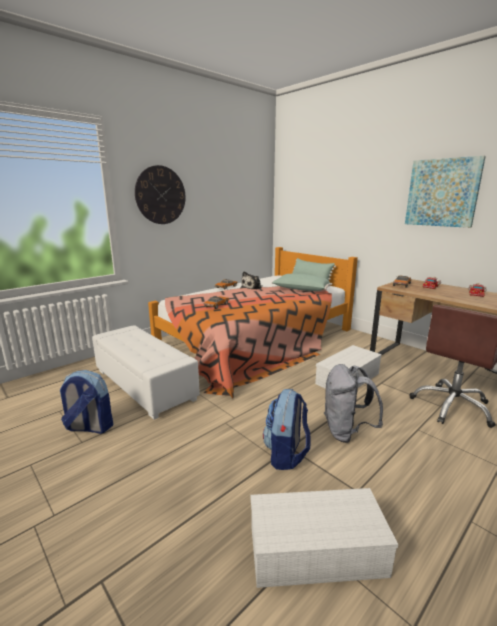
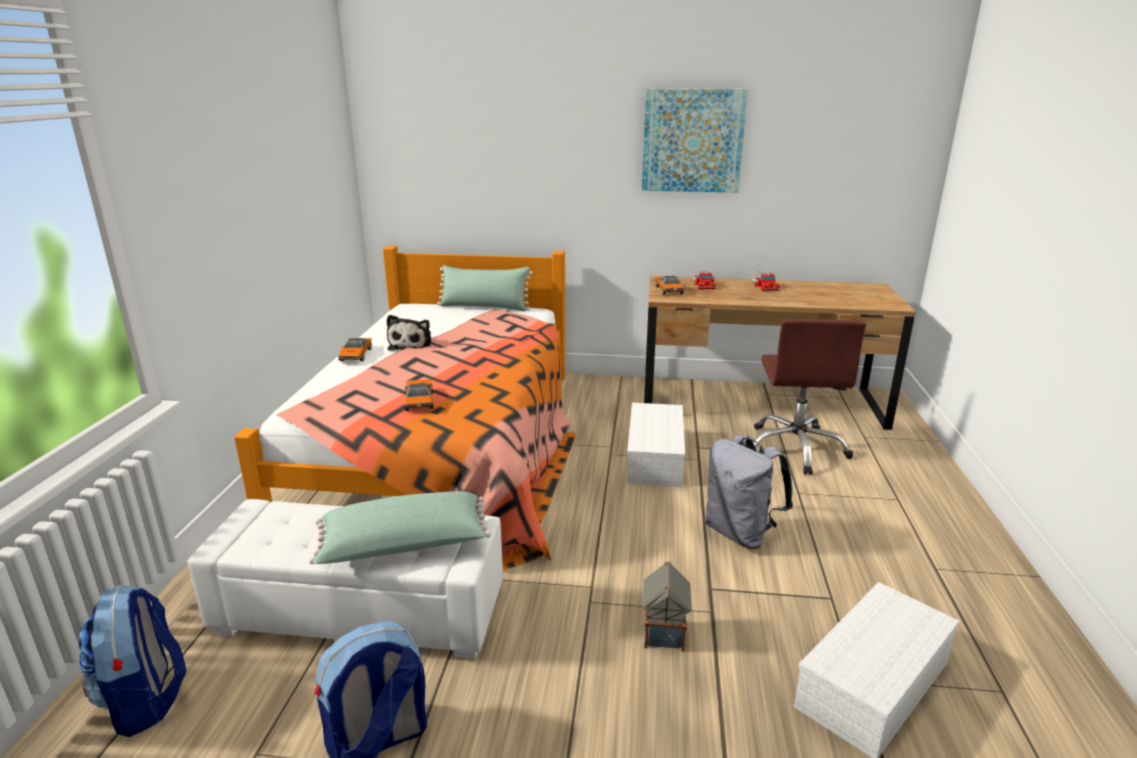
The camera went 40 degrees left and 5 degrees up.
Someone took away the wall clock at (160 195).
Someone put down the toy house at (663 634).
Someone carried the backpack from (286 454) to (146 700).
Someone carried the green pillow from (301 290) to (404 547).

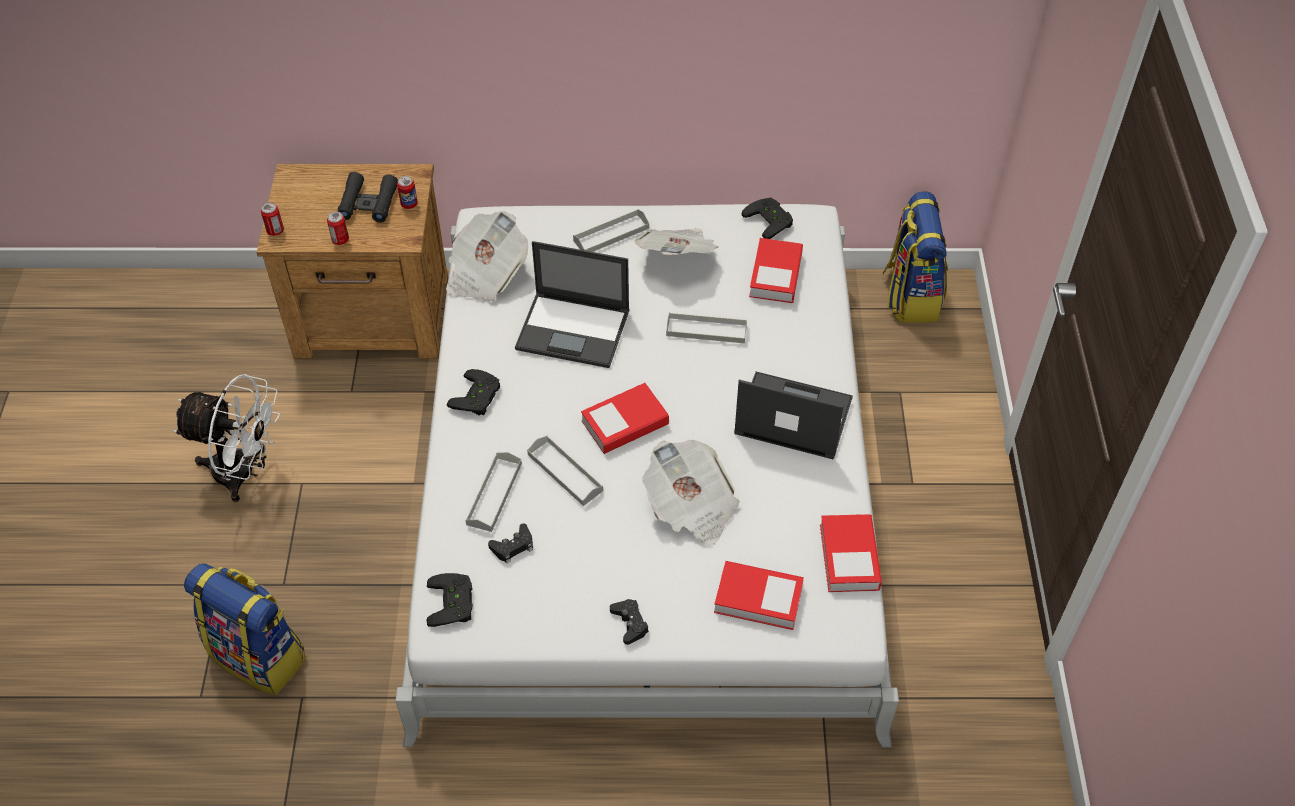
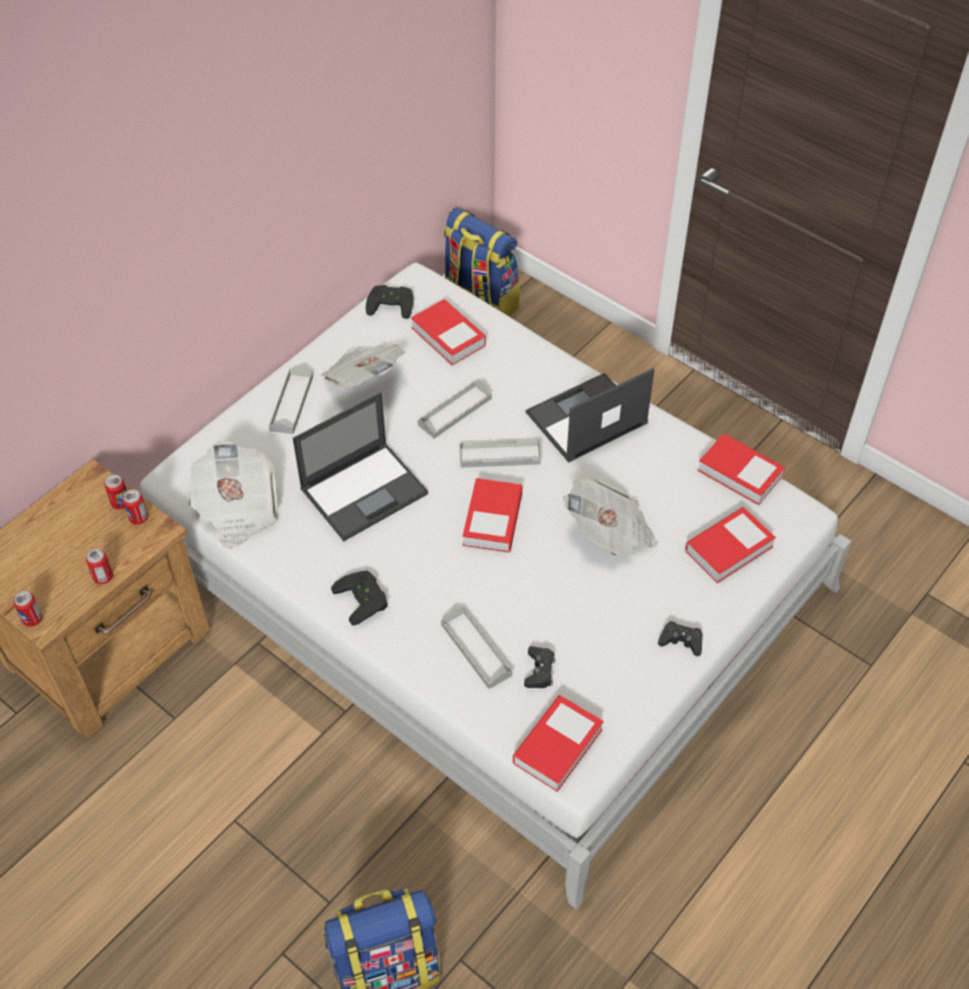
The camera went 50 degrees left and 0 degrees up.
Someone took away the white fan at (244 473).
Someone took away the black binoculars at (368 203).
Someone put down the can at (139 518).
Someone carried the grey tray from (565 472) to (499 456).
Someone swapped the black game controller at (454 603) for the book at (557 746).

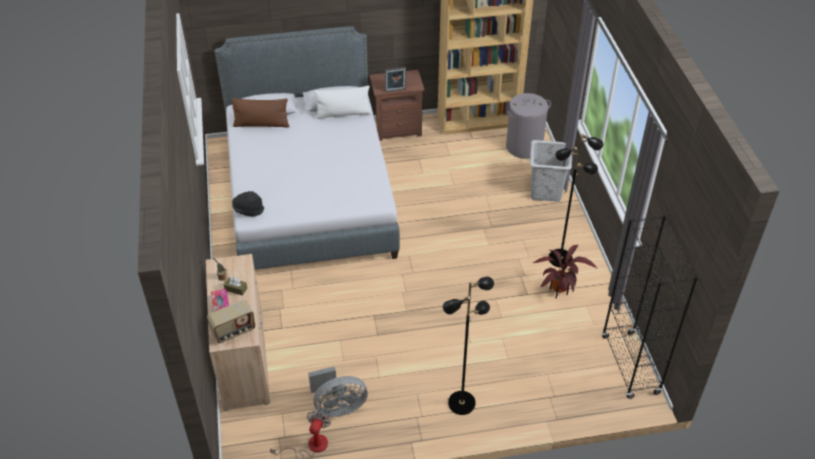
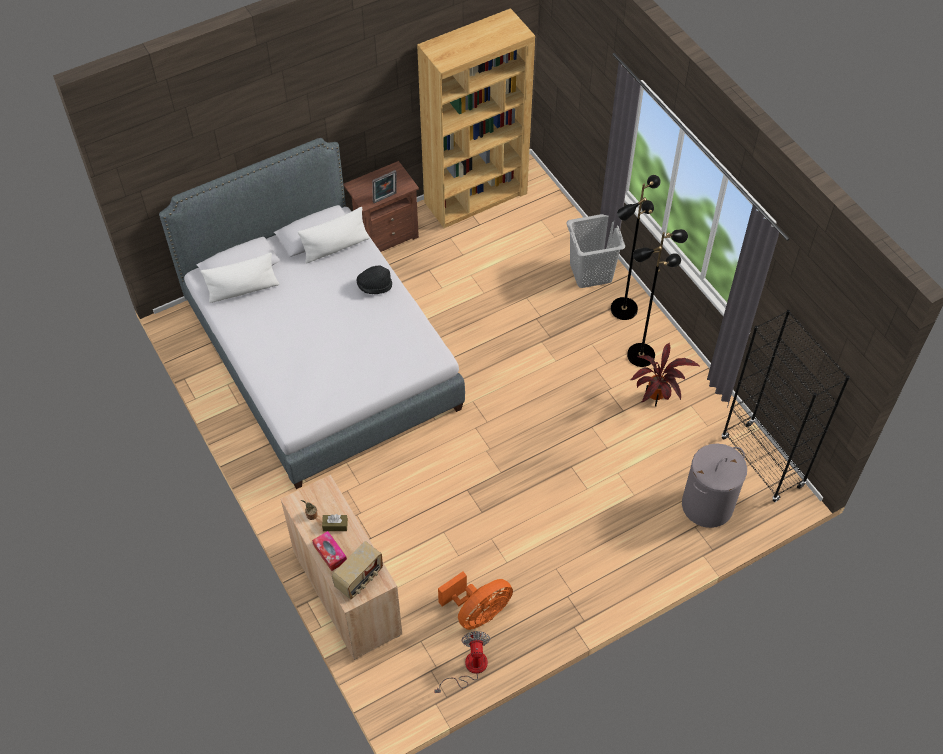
The camera went 20 degrees left and 10 degrees up.
Someone carried the black hat from (248 210) to (374 286).
Someone carried the black floor lamp from (461 402) to (623 308).
Someone carried the grey laundry basket from (524 147) to (707 505).
Someone repainted the brown pillow at (261 124), which became the white pillow at (243 290).
Someone repainted the grey fan at (338 406), which became the orange fan at (478 612).

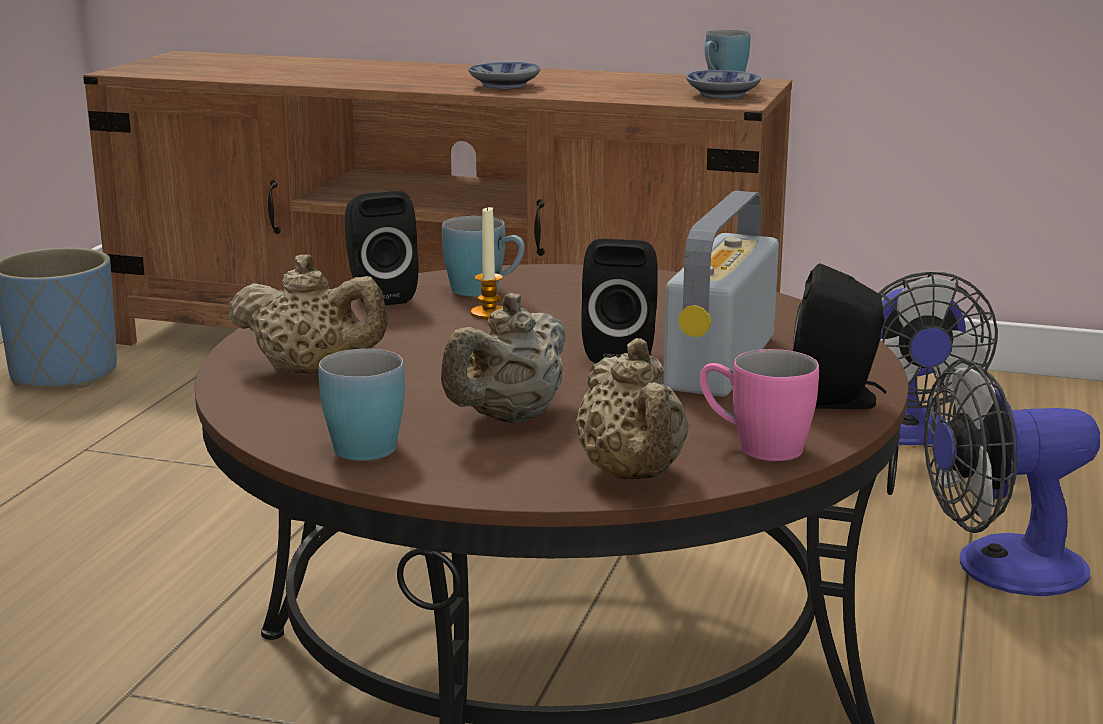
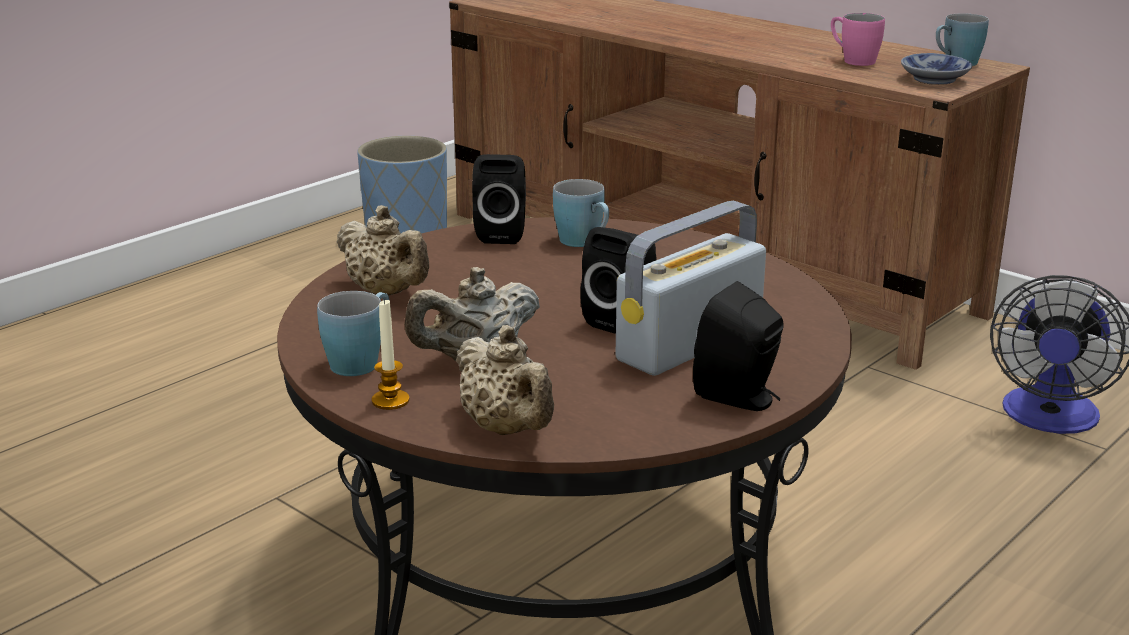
The camera went 25 degrees right and 5 degrees up.
Someone took away the bowl at (505 85).
Someone took away the fan at (999 568).
Someone carried the candle from (489 313) to (390 400).
Someone carried the pink mug from (754 446) to (852 60).
Someone rotated the beige teapot at (633 475) by 45 degrees counterclockwise.

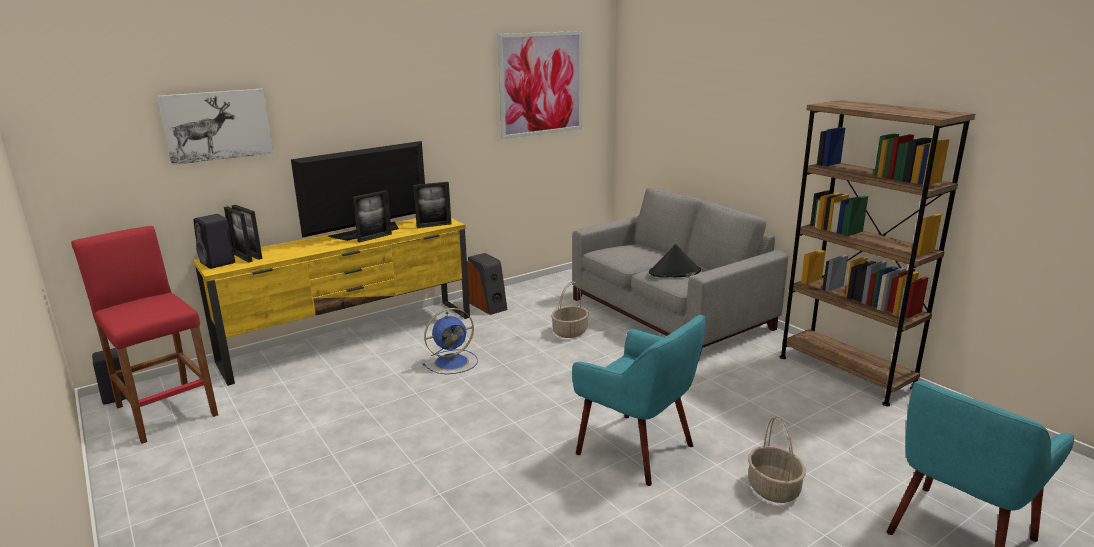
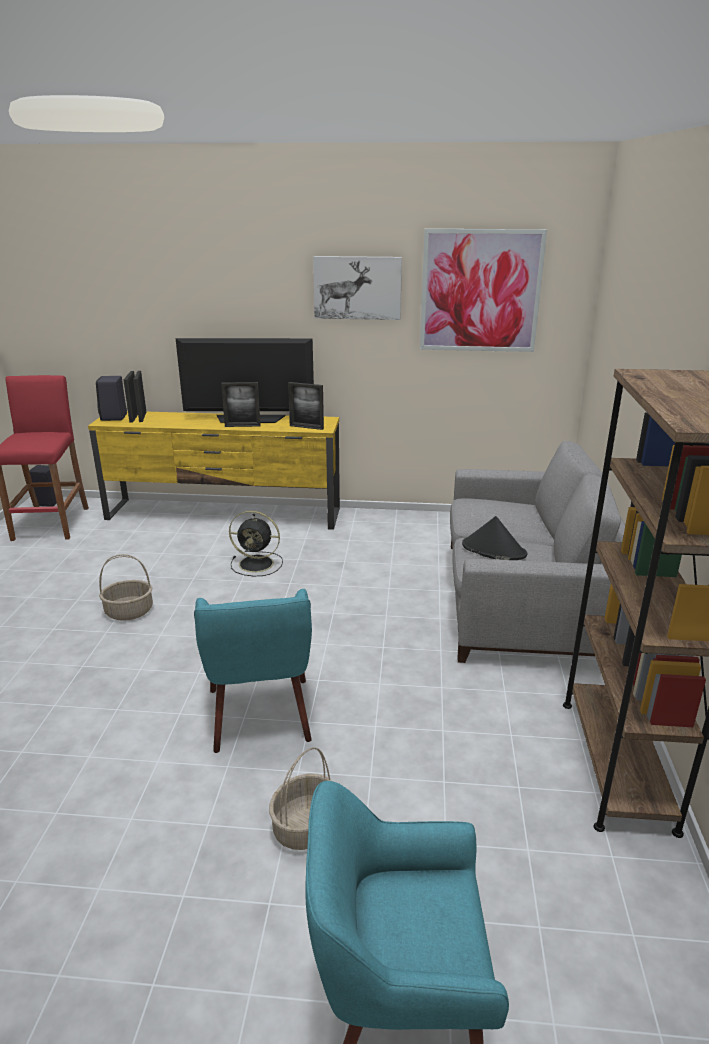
The camera went 40 degrees right and 5 degrees up.
Someone took away the speaker at (488 305).
Someone carried the picture from (217 125) to (357 287).
Someone carried the basket from (570 332) to (129 611).
Someone repainted the blue fan at (453 362), which became the black fan at (258 564).

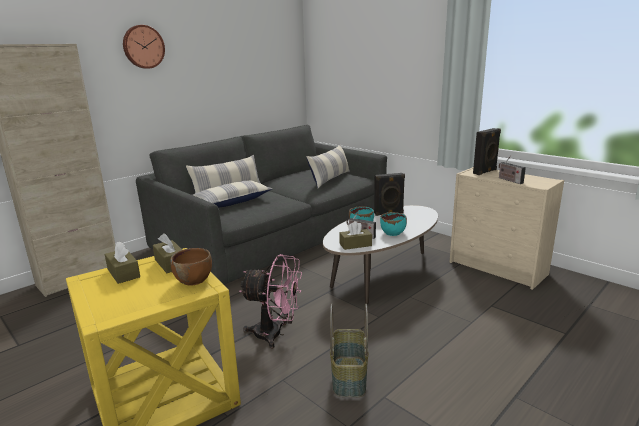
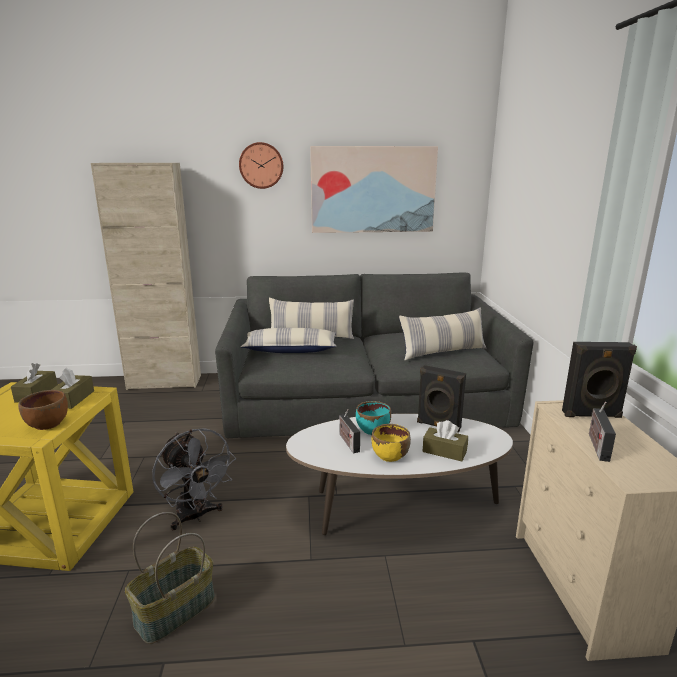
The camera went 40 degrees right and 0 degrees up.
Someone put up the picture at (373 189).
Someone carried the brown tissue box from (355 245) to (444 451).
Someone repainted the pink fan at (275 334), which became the grey fan at (196 516).
Someone repainted the turquoise bowl at (393 233), which became the yellow bowl at (390 456).

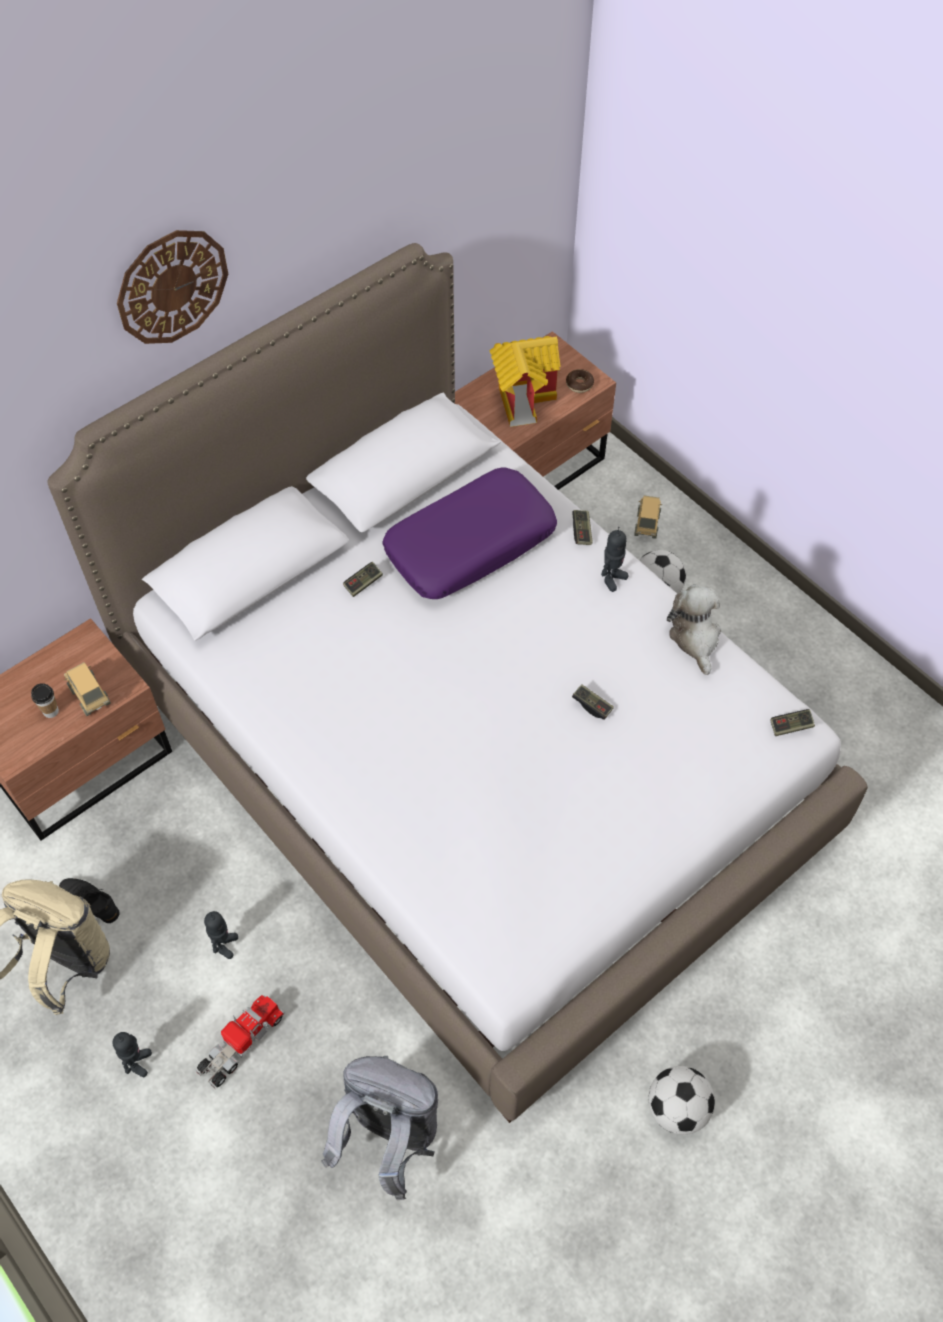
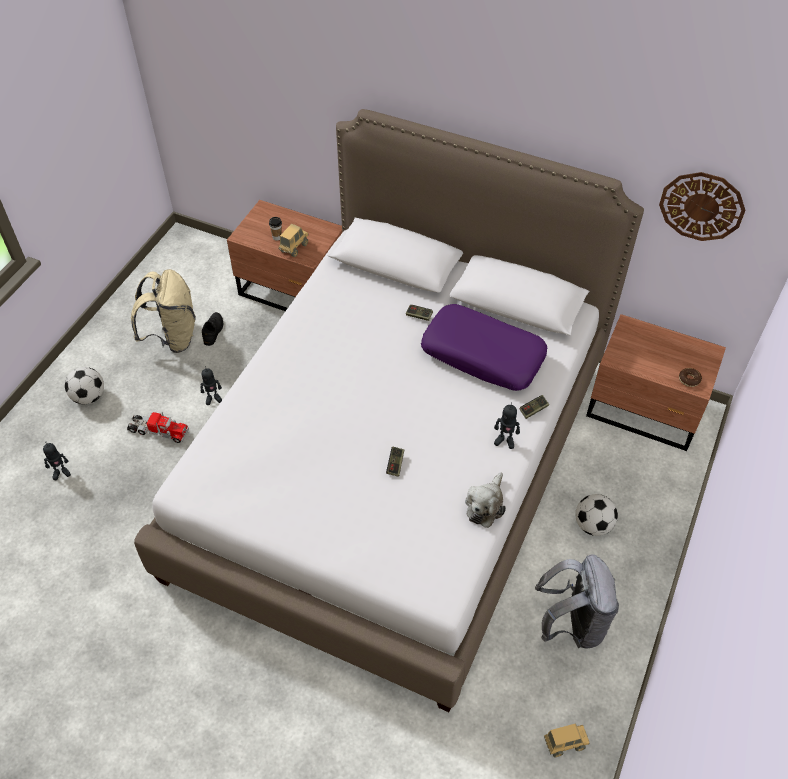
The camera went 65 degrees right and 5 degrees down.
Someone took away the toy house at (523 398).
Someone took away the game controller at (791 726).
Someone carried the toy robot from (137 1062) to (61 472).
Someone carried the wall clock from (172 286) to (701 206).
Someone carried the grey backpack from (388 1138) to (572 623).
Someone carried the toy truck from (646 526) to (564 743).
Someone carried the football from (677 1109) to (89 397).
Someone rotated the plush toy at (695 638) by 150 degrees clockwise.

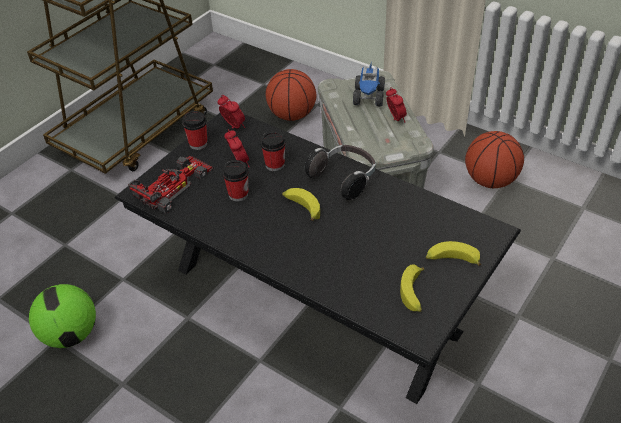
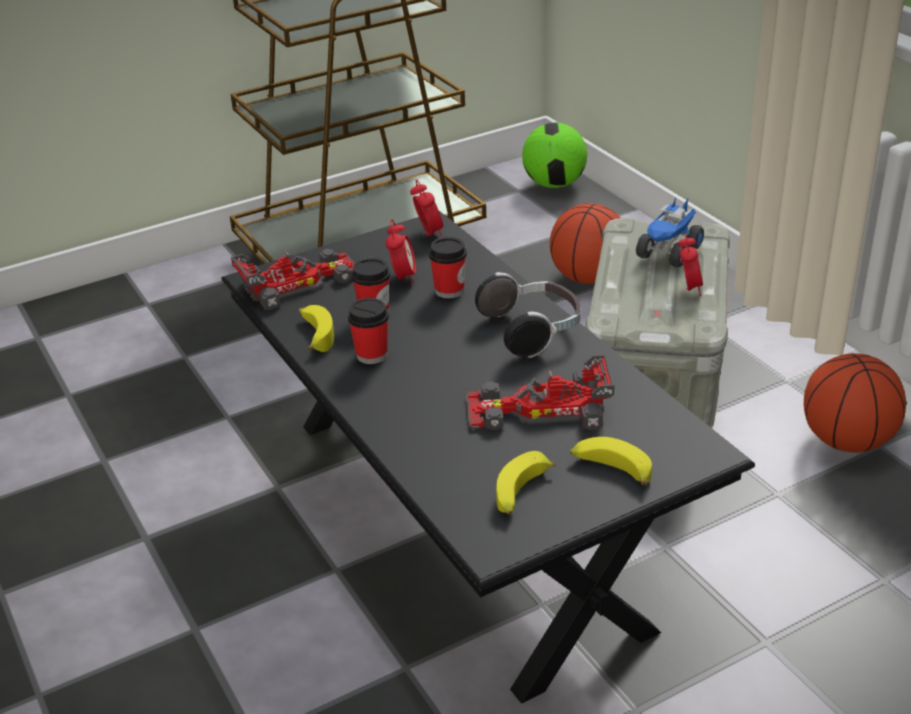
The camera went 25 degrees right and 10 degrees down.
Someone put down the toy car at (539 409).
Someone carried the football from (71 334) to (554 184).
Someone carried the cup from (198 144) to (371 355).
Someone carried the banana from (301 207) to (315 334).

